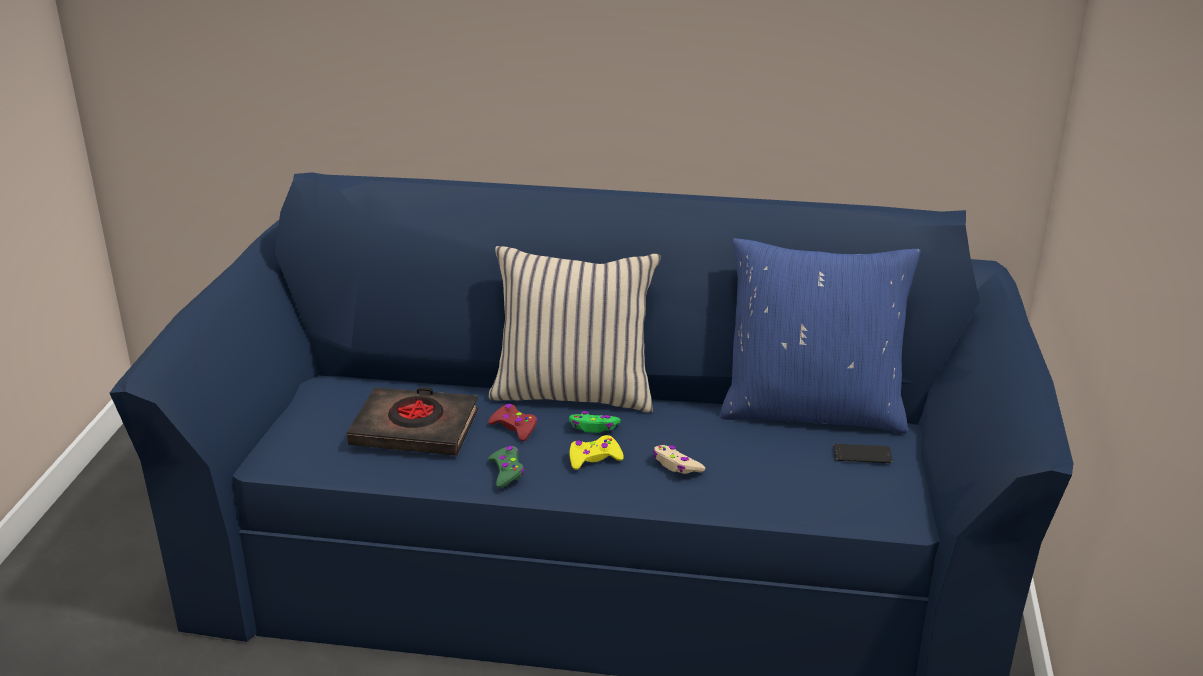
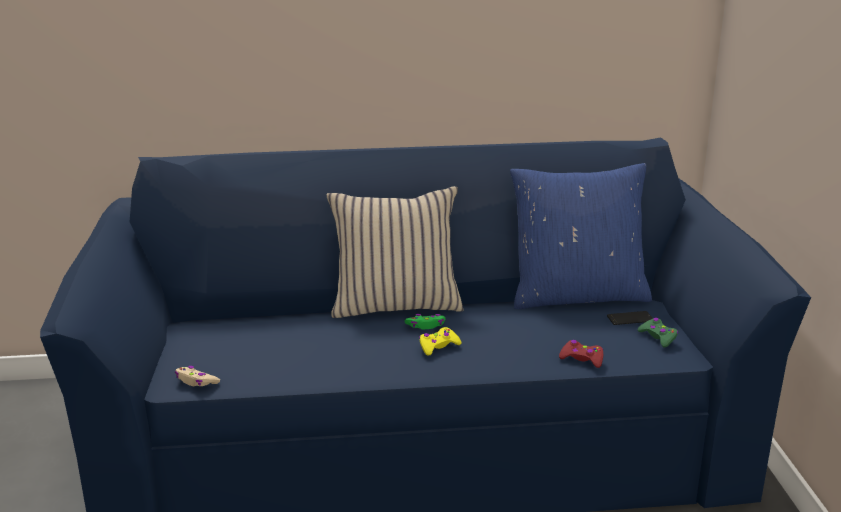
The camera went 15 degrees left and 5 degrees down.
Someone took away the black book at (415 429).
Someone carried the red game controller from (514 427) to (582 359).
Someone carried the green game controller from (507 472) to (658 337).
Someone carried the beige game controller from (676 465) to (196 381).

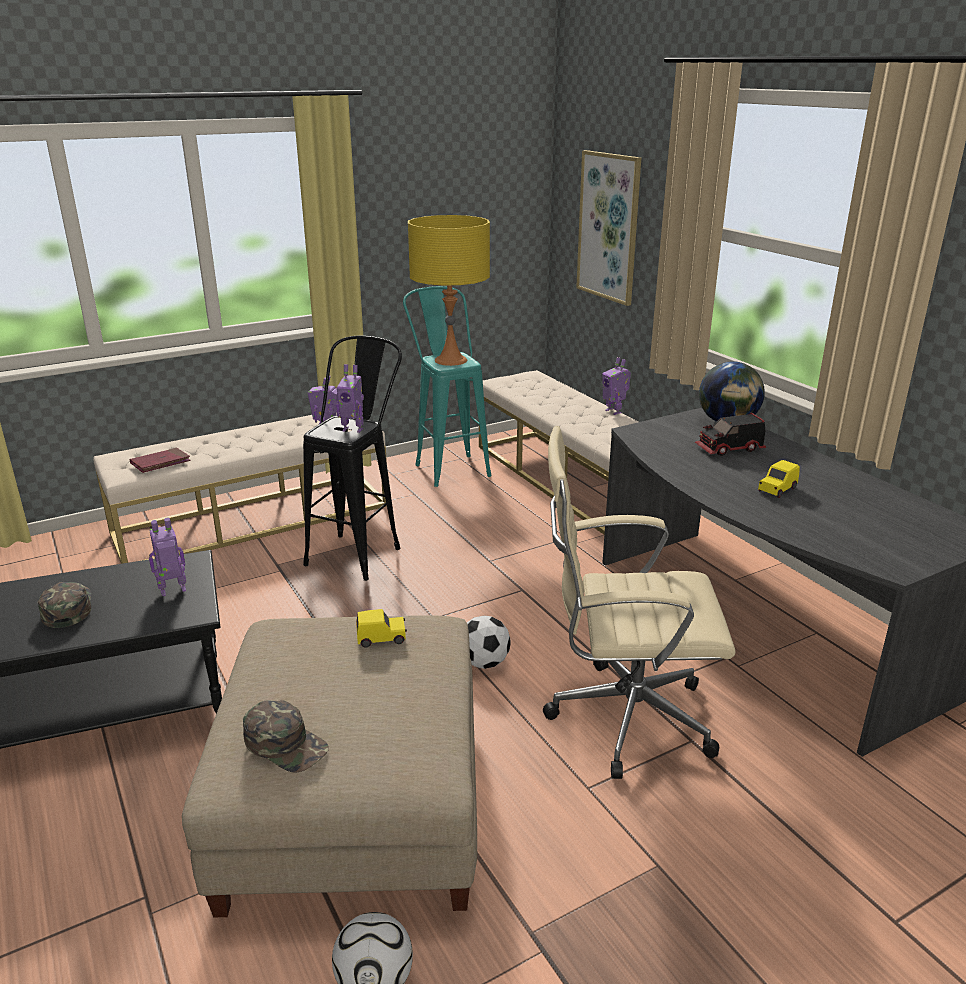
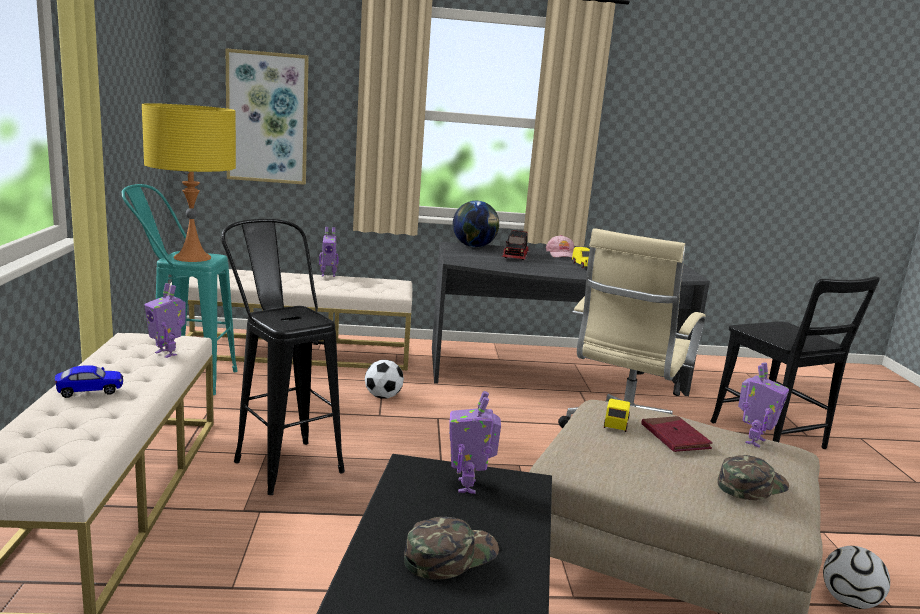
The camera went 65 degrees left and 10 degrees down.
Someone put down the toy car at (90 391).
Someone put down the pink cap at (561 254).
Someone put down the black chair at (772 438).
Someone carried the red book from (160 463) to (675 437).
Someone carried the toy robot from (353 429) to (753 441).
Someone carried the football from (484 662) to (383 396).
Someone rotated the green cap at (67 608) by 135 degrees clockwise.

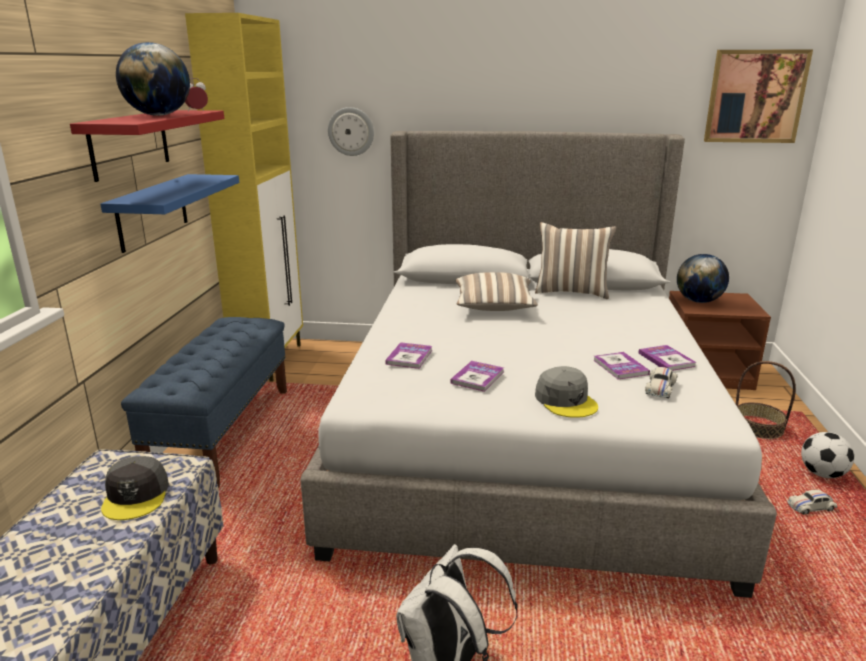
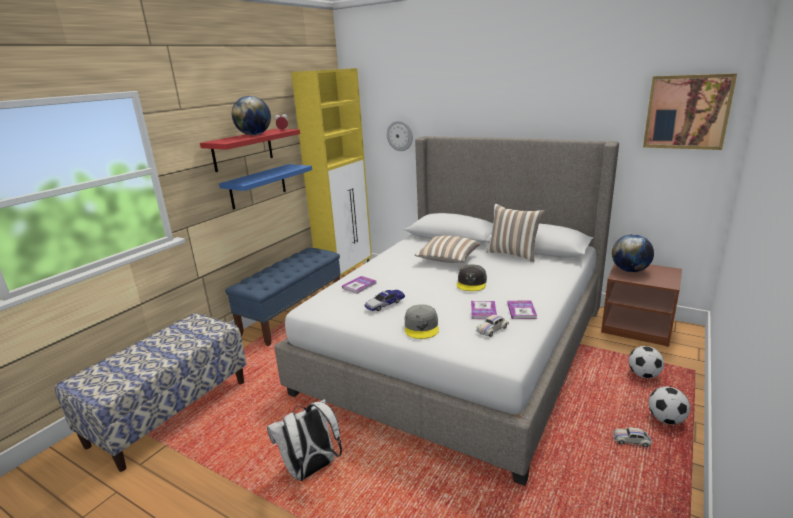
The camera went 25 degrees right and 0 degrees up.
Someone carried the grey cap from (136 495) to (472 283).
Someone swapped the book at (477 377) for the toy car at (385 304).
Someone swapped the basket at (758 427) for the football at (643 375).

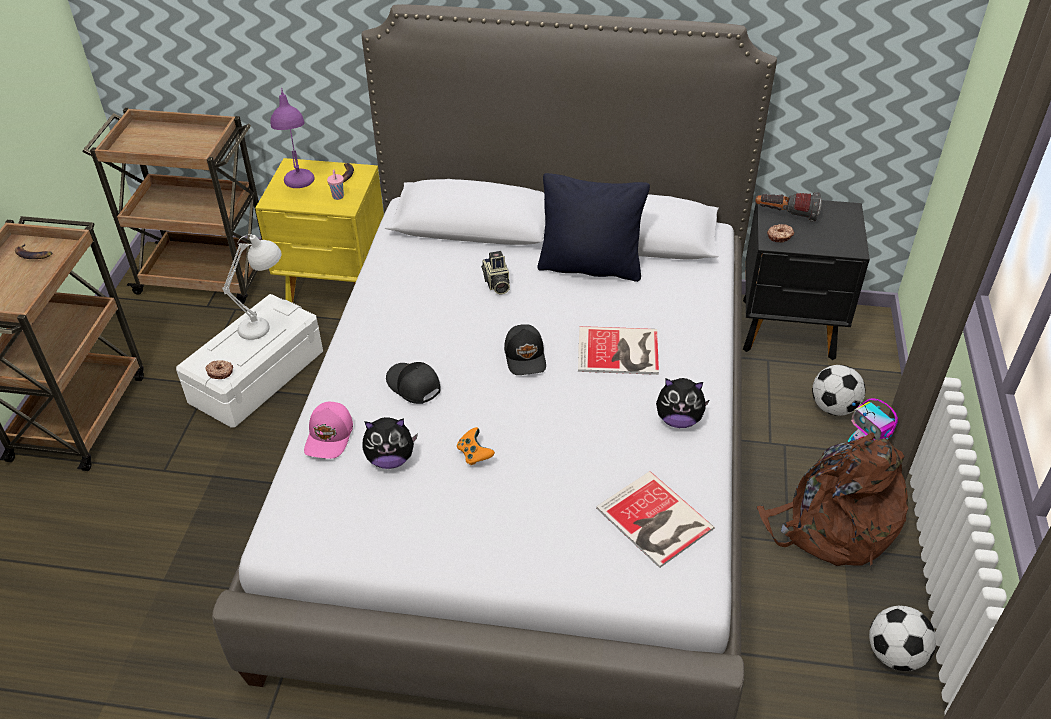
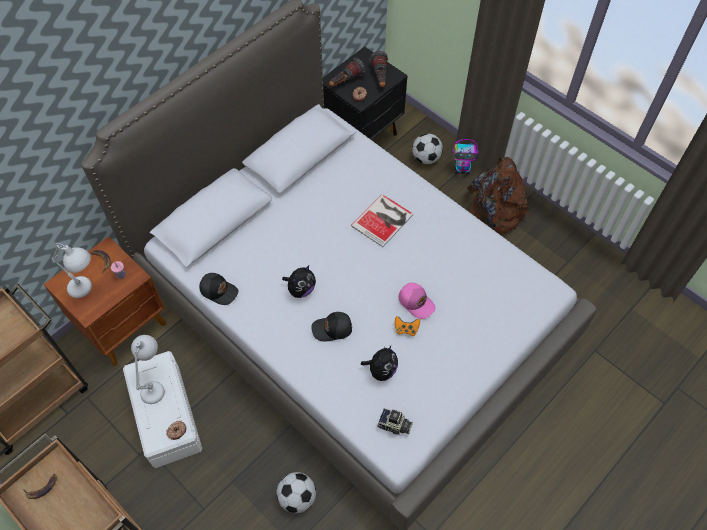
The camera went 55 degrees left and 15 degrees up.
Someone took away the black pillow at (590 267).
Someone took away the book at (654 521).
Someone put down the flashlight at (380 77).
Someone carried the pink cap from (330 437) to (416 302).
Someone carried the photo camera from (496 283) to (394 426).
Someone carried the black cap from (526 356) to (219 290).
Someone carried the plush toy from (678 420) to (301 289).
Someone carried the football from (895 654) to (297 497).
Someone repainted the yellow nightstand at (338 288), which became the brown nightstand at (125 326).
Someone repainted the purple table lamp at (299 187), which became the white table lamp at (88 291).

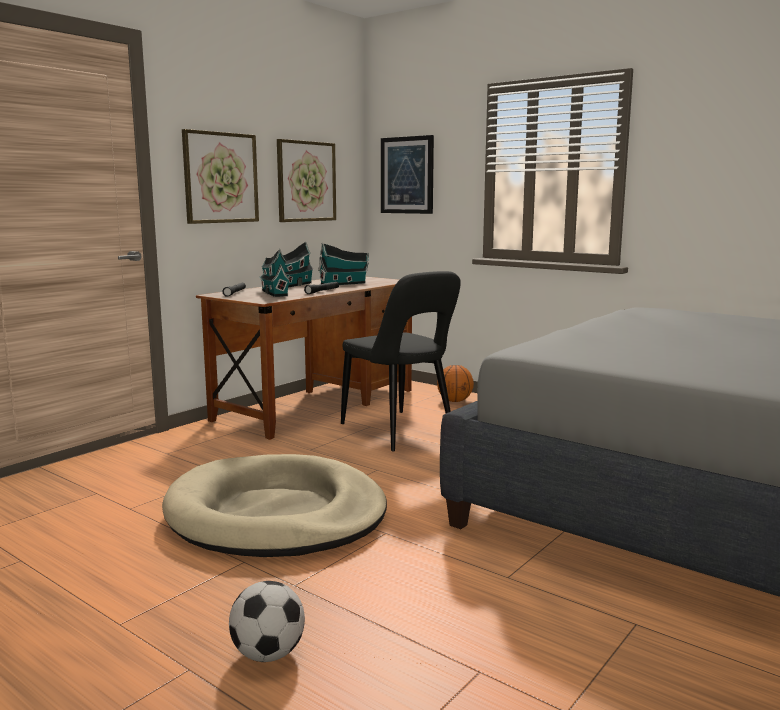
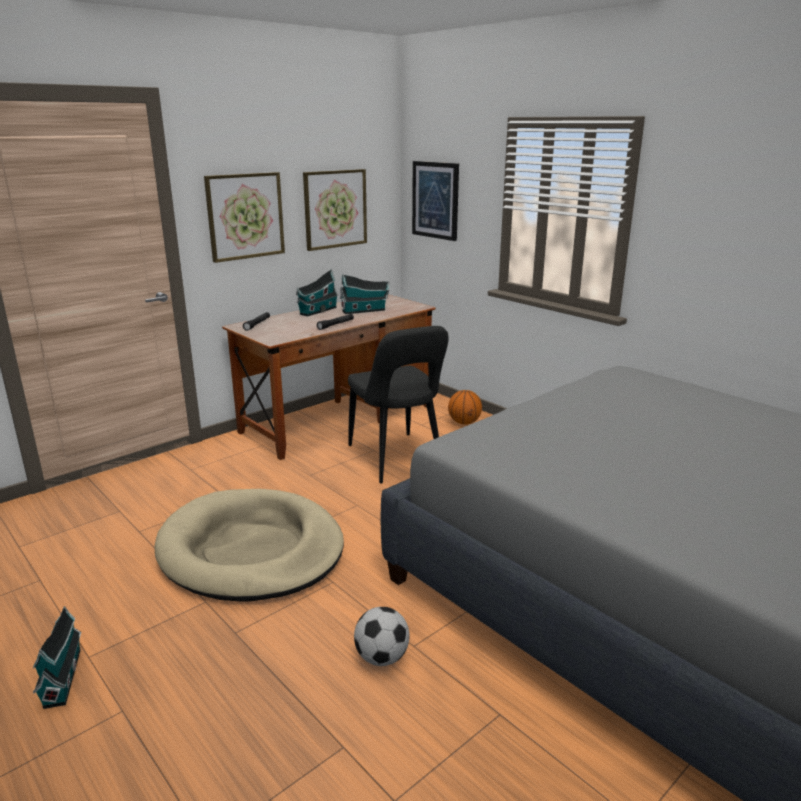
The camera went 10 degrees right and 10 degrees up.
Someone carried the football from (267 654) to (381 658).
Someone carried the toy house from (274 293) to (63 675).

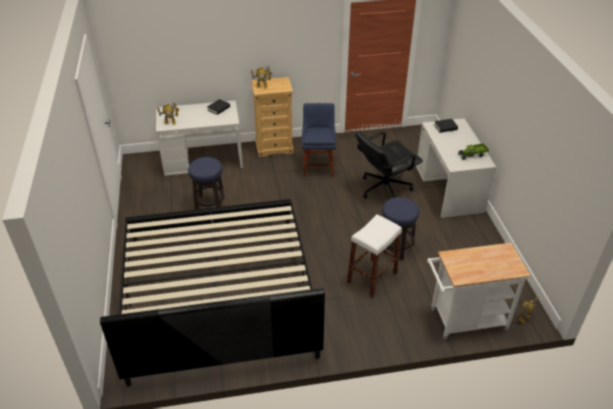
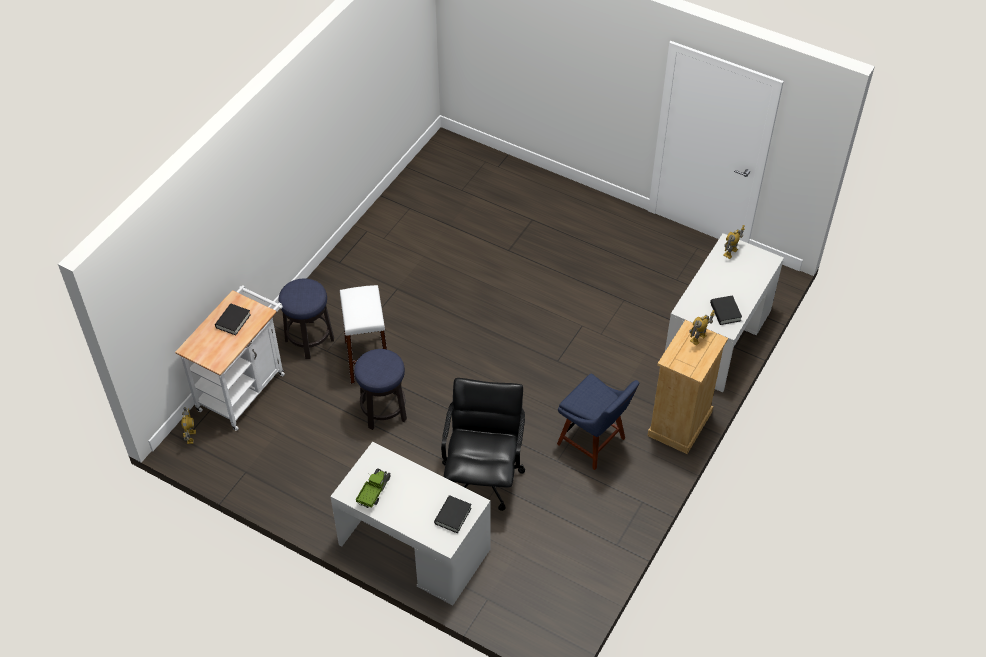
The camera went 130 degrees right and 10 degrees up.
Someone took away the bed at (218 294).
Someone put down the black book at (233 321).
Someone carried the stool from (210 204) to (309 340).

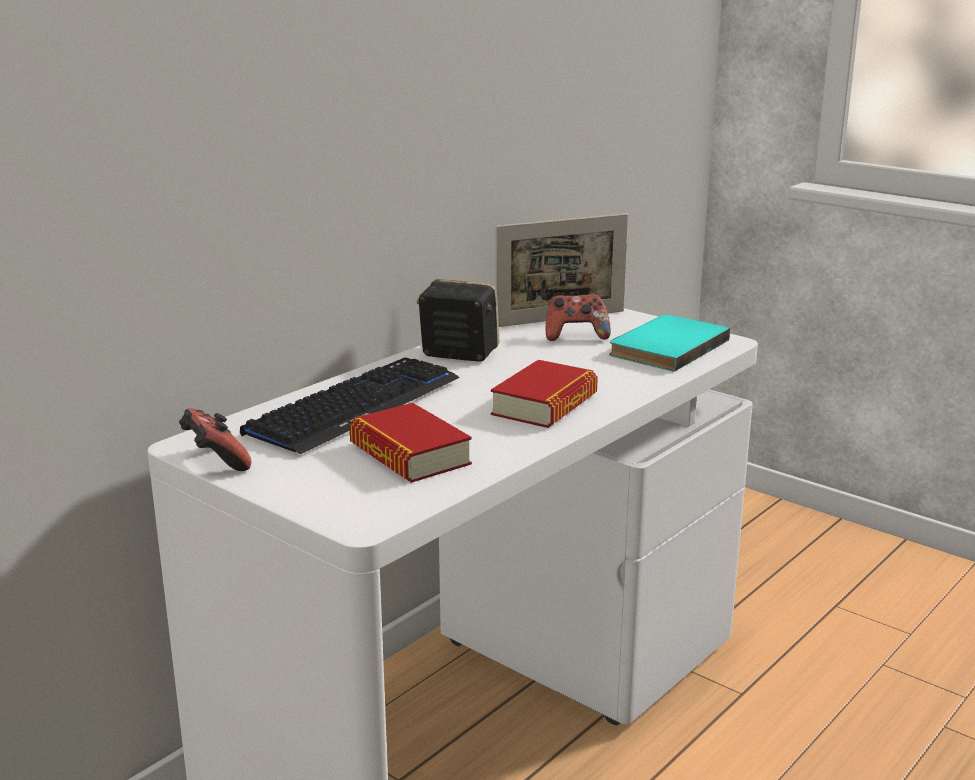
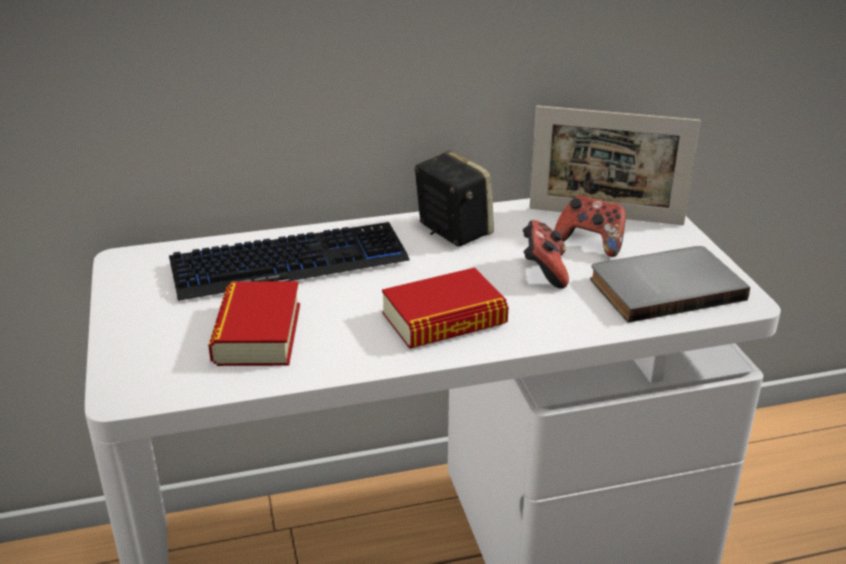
The camera went 35 degrees right and 10 degrees up.
Someone carried the game controller from (215 461) to (543 271).
Someone repainted the turquoise book at (665 347), which became the grey book at (663 286).

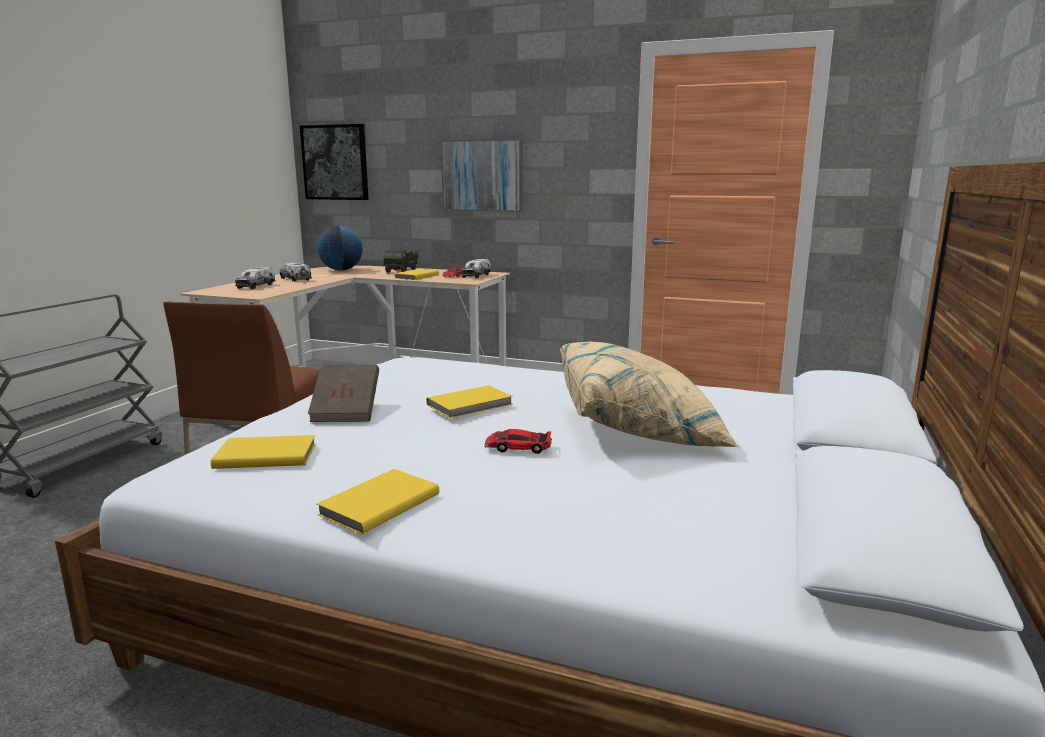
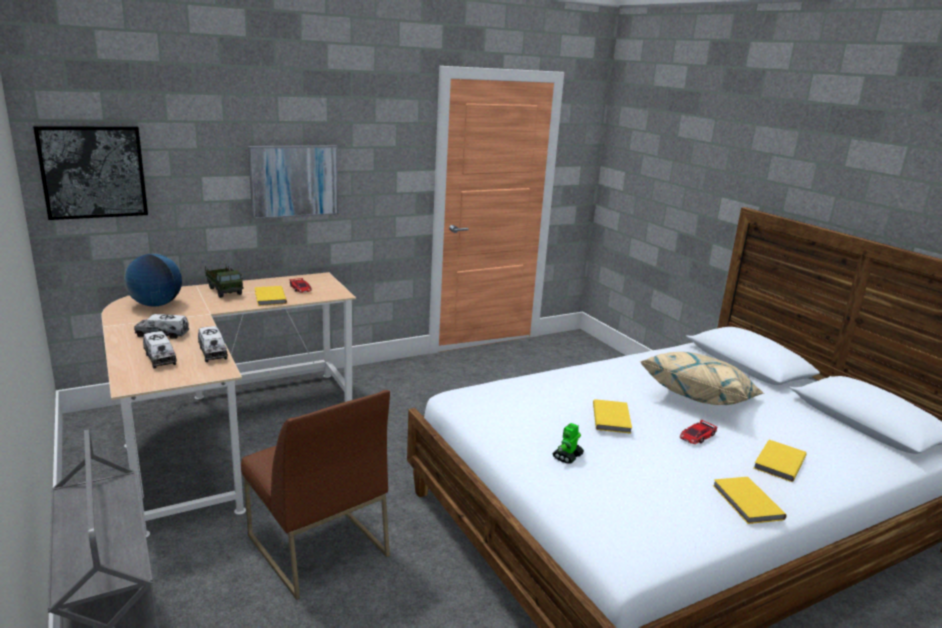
The camera went 50 degrees left and 5 degrees up.
Someone carried the yellow book from (265 455) to (777 462).
Someone carried the toy truck from (476 276) to (212 352).
Someone swapped the brown book at (346 411) for the toy robot at (567 456).

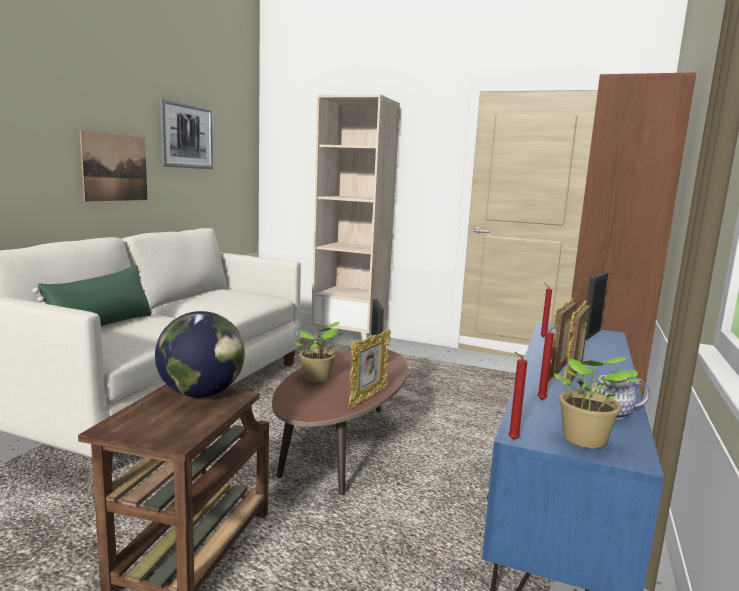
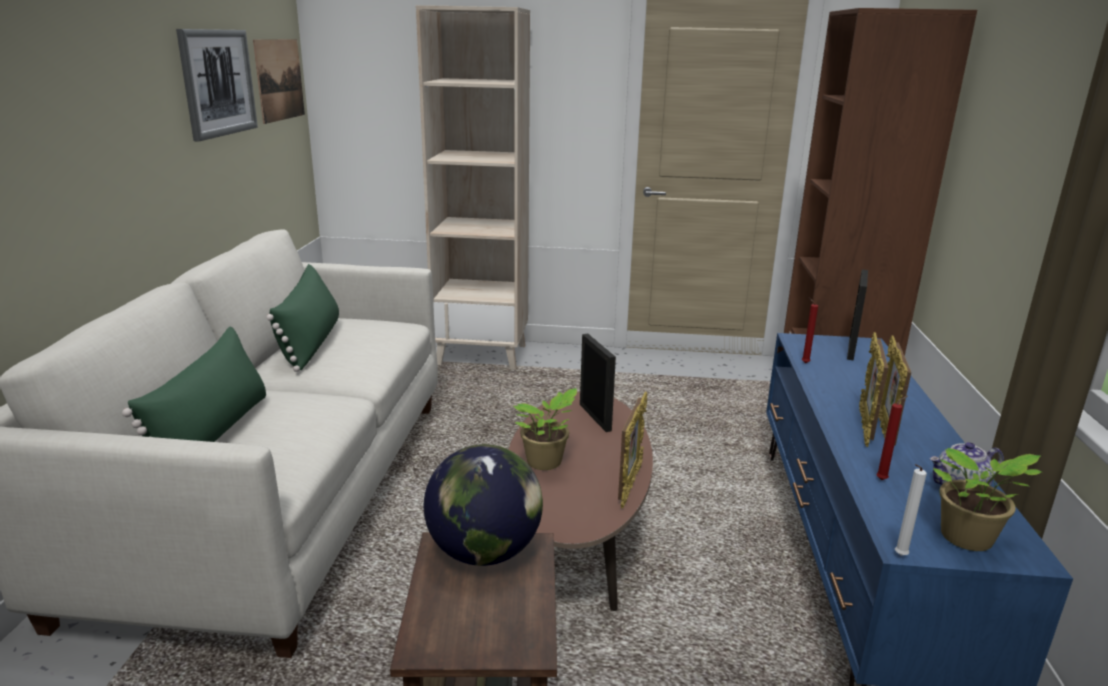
The camera went 15 degrees left and 10 degrees up.
Someone put down the green pillow at (311 343).
Someone carried the picture from (115 167) to (279 80).
Someone repainted the red candle at (511 439), which became the white candle at (899 556).

